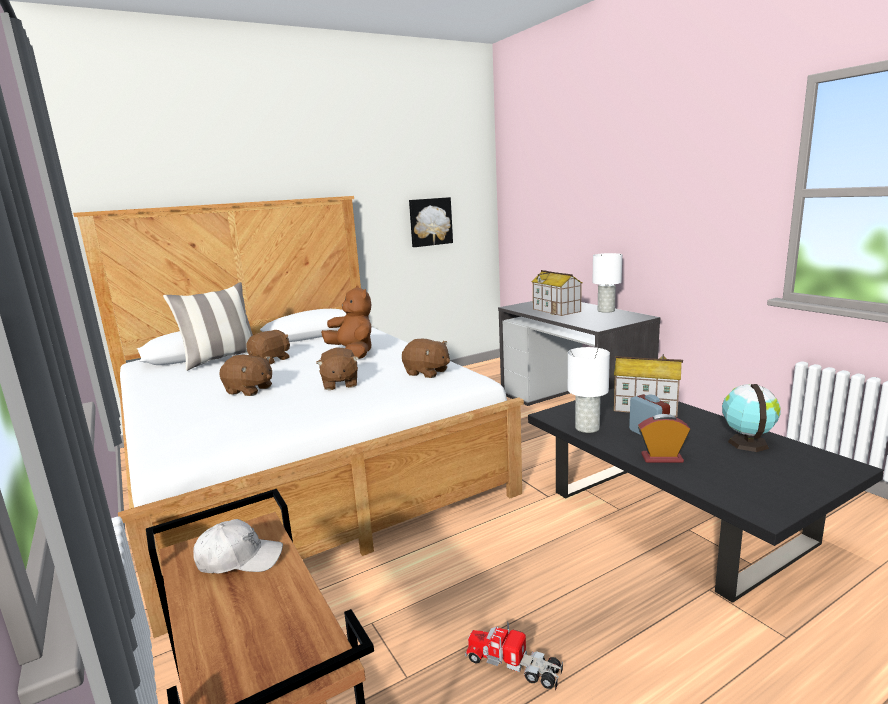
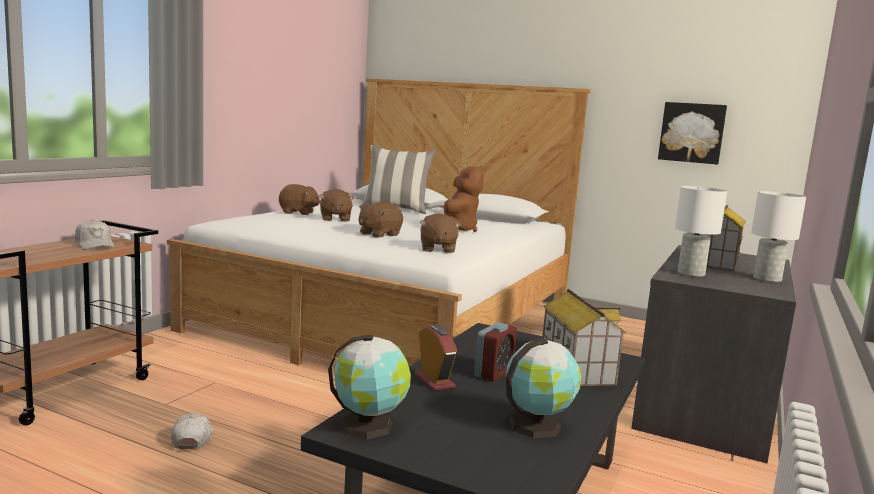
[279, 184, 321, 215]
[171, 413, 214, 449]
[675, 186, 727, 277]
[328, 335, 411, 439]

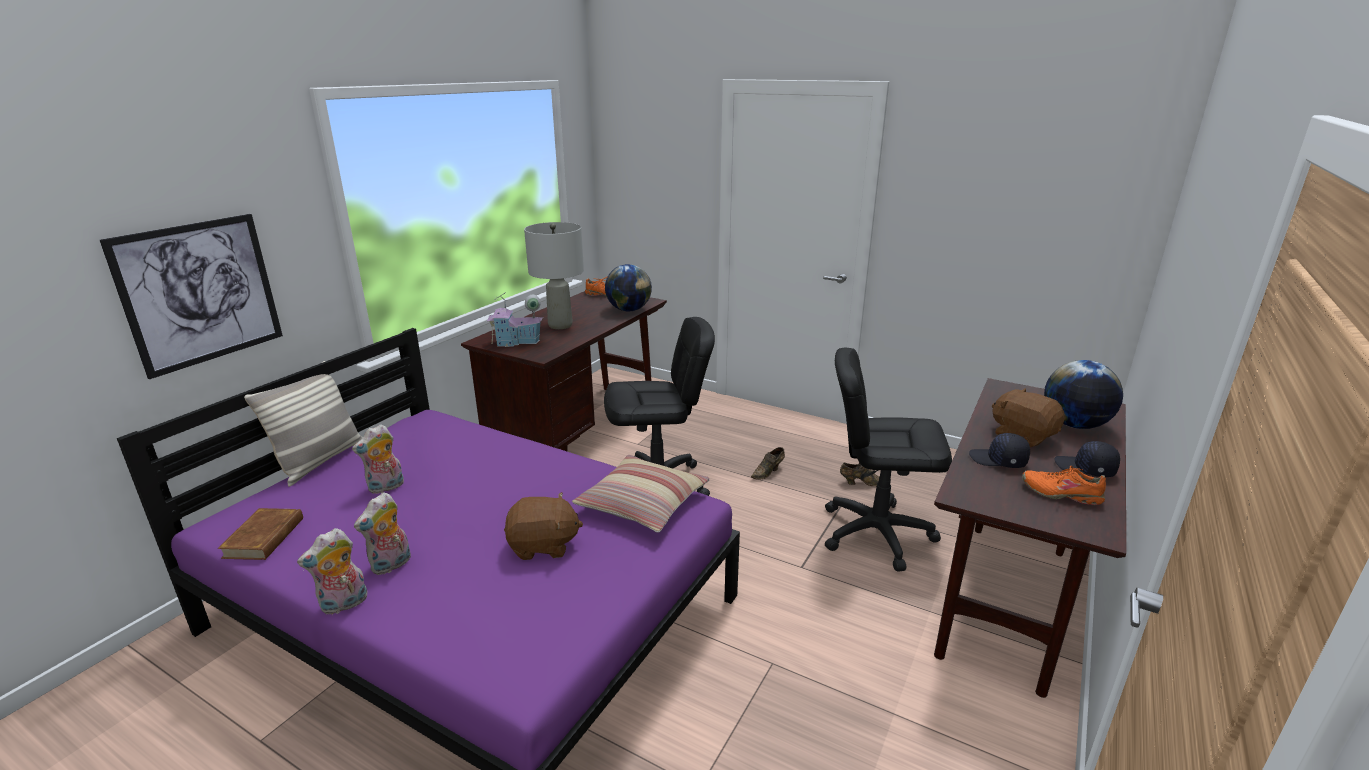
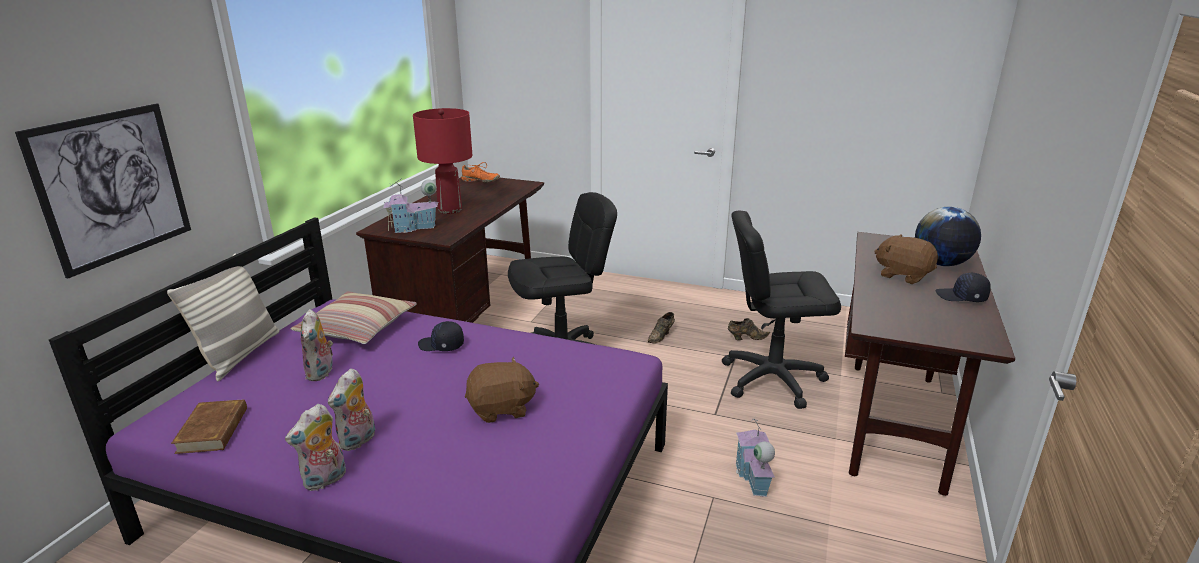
[301, 309, 333, 381]
[413, 108, 472, 214]
[291, 291, 417, 344]
[605, 264, 652, 311] (first image)
[418, 321, 464, 351]
[1022, 466, 1106, 505] (first image)
[736, 417, 775, 497]

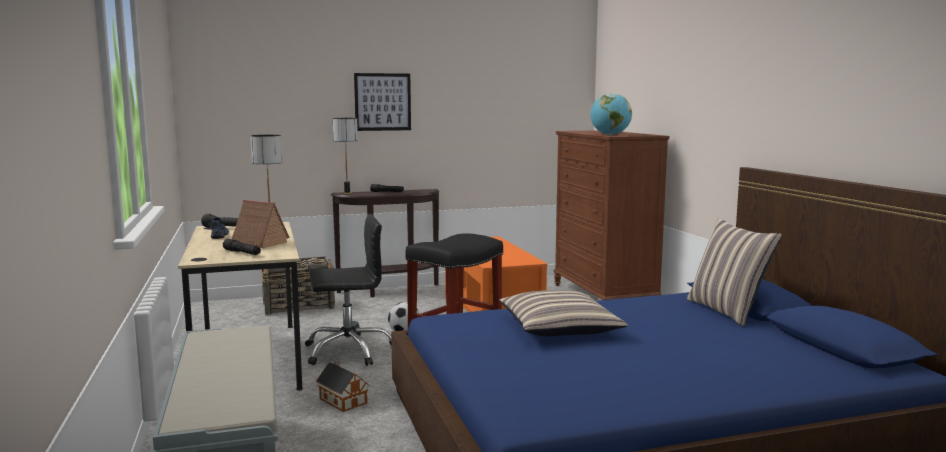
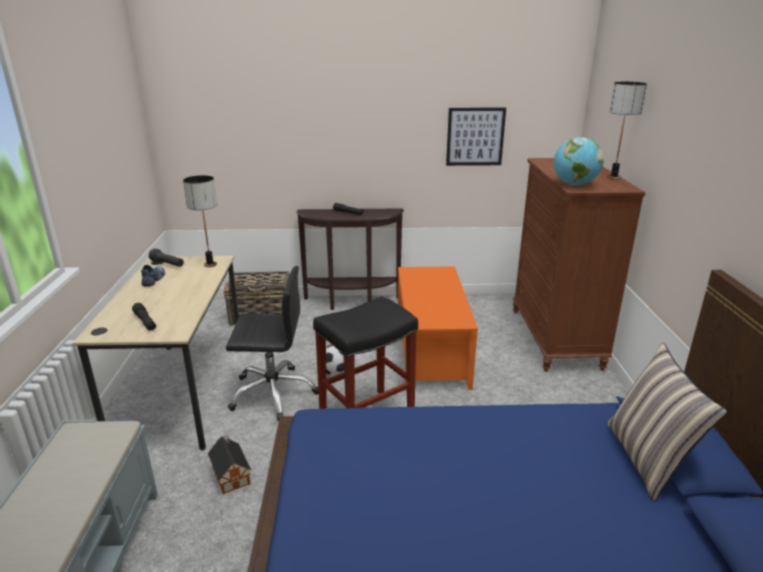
[232, 200, 290, 248] (first image)
[607, 82, 647, 179]
[446, 108, 506, 166]
[500, 290, 628, 336] (first image)

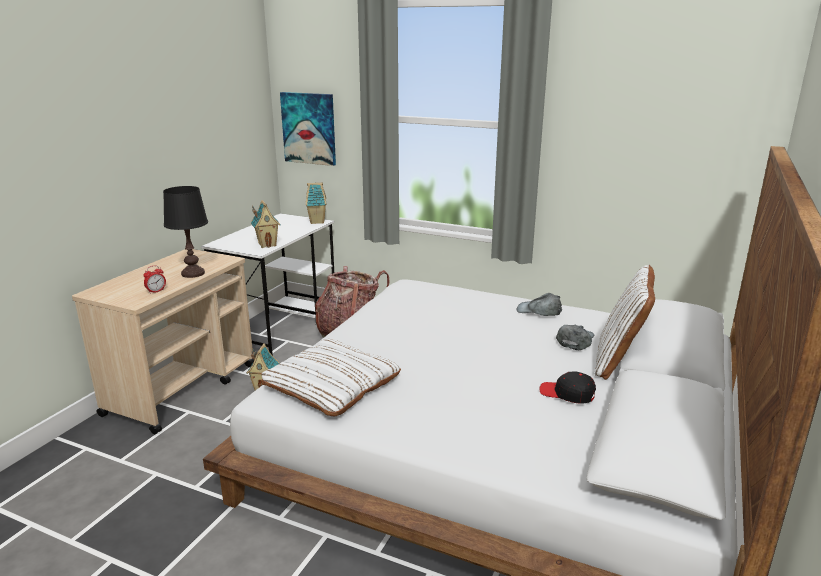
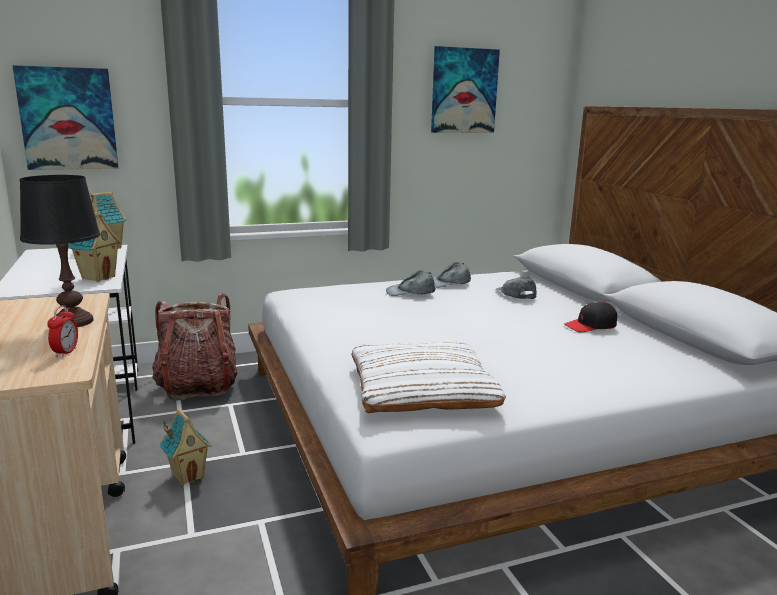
[595, 265, 655, 380] (first image)
[386, 270, 435, 296]
[431, 46, 500, 133]

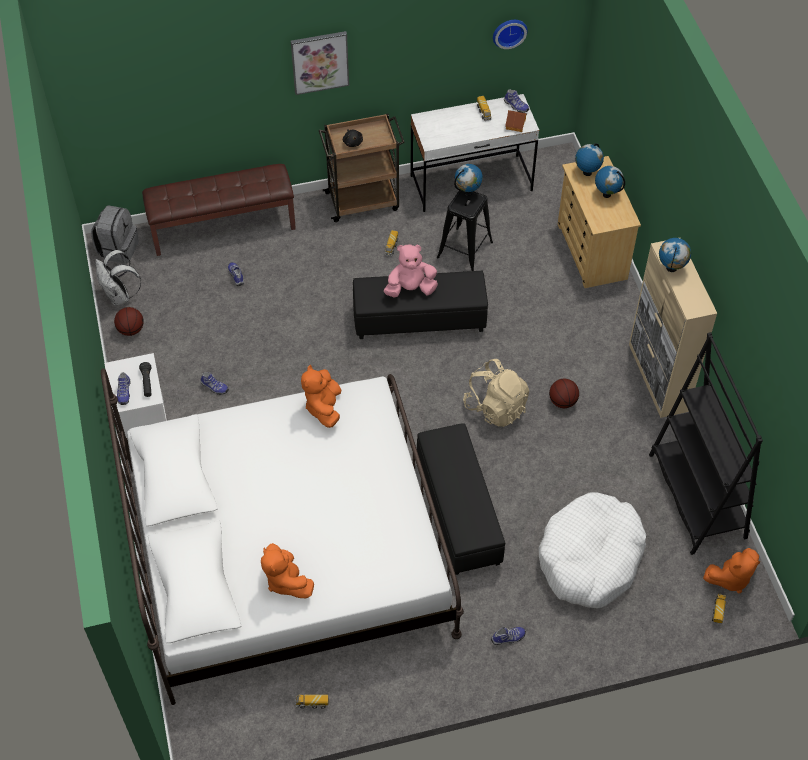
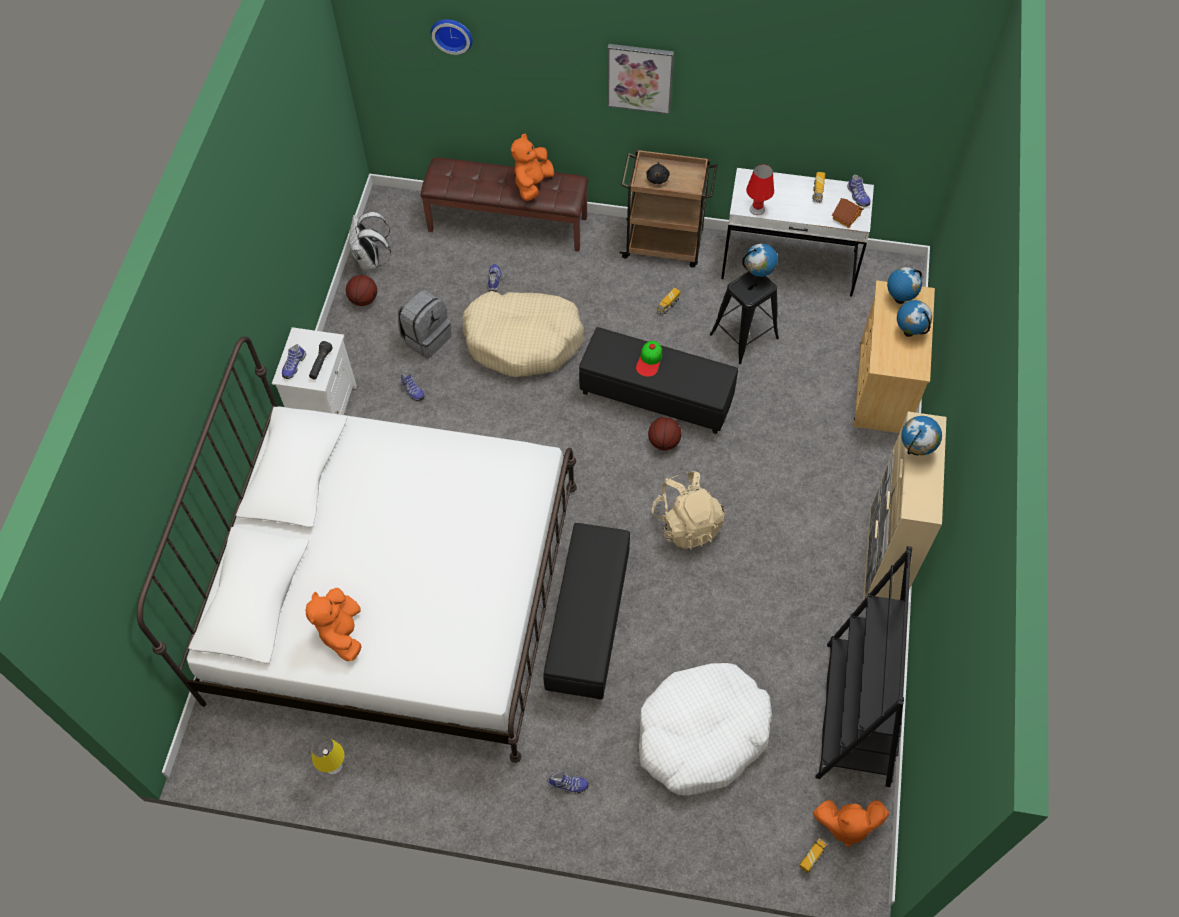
[398, 290, 452, 359]
[311, 736, 344, 775]
[511, 134, 554, 201]
[636, 341, 662, 377]
[431, 19, 473, 55]
[648, 417, 682, 450]
[463, 291, 584, 377]
[746, 164, 774, 215]

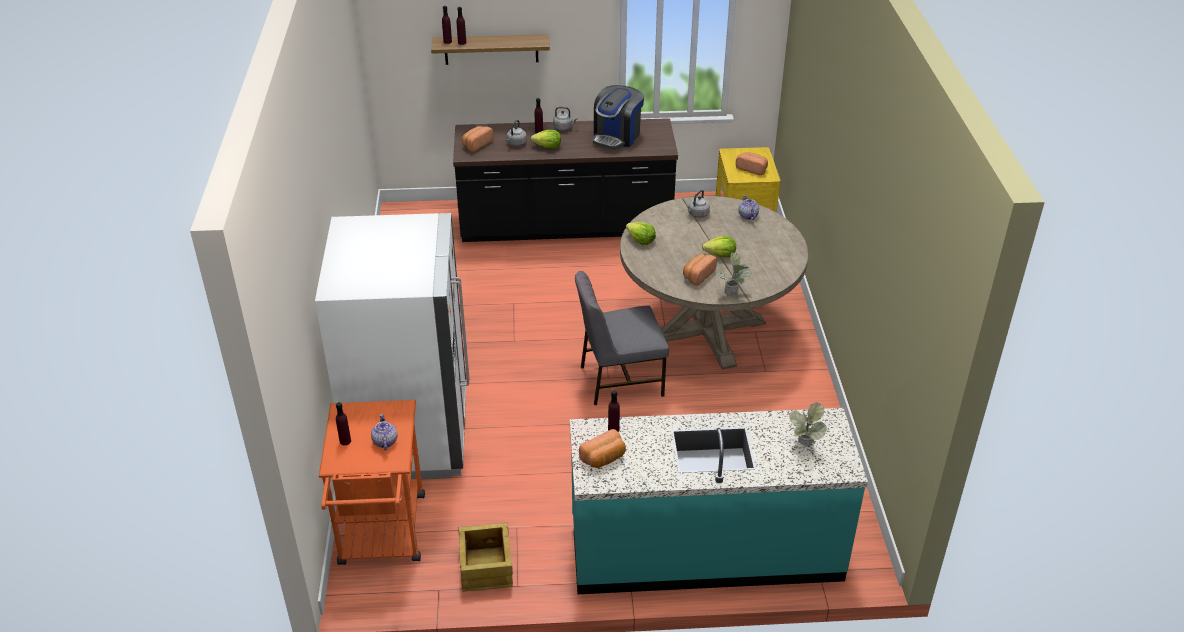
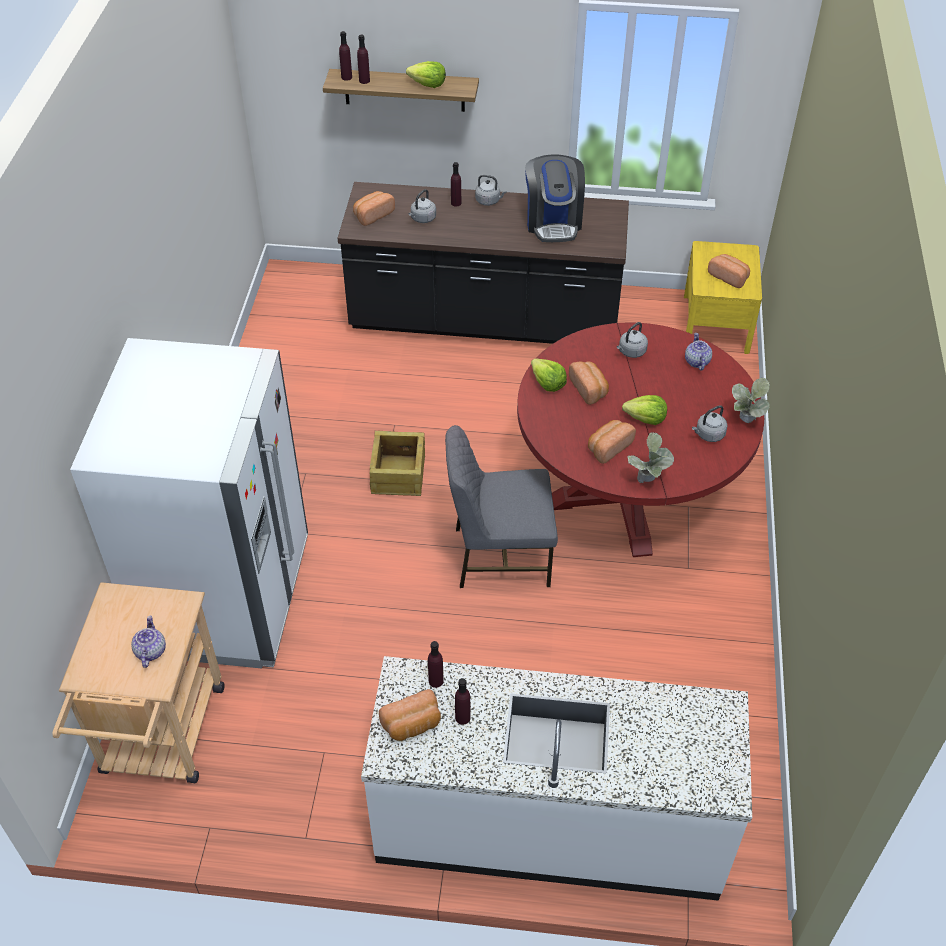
[52, 582, 224, 783]
[455, 678, 470, 725]
[370, 431, 425, 496]
[406, 61, 446, 88]
[361, 656, 752, 901]
[525, 154, 585, 242]
[517, 323, 764, 557]
[732, 378, 770, 423]
[569, 361, 609, 405]
[692, 405, 727, 442]

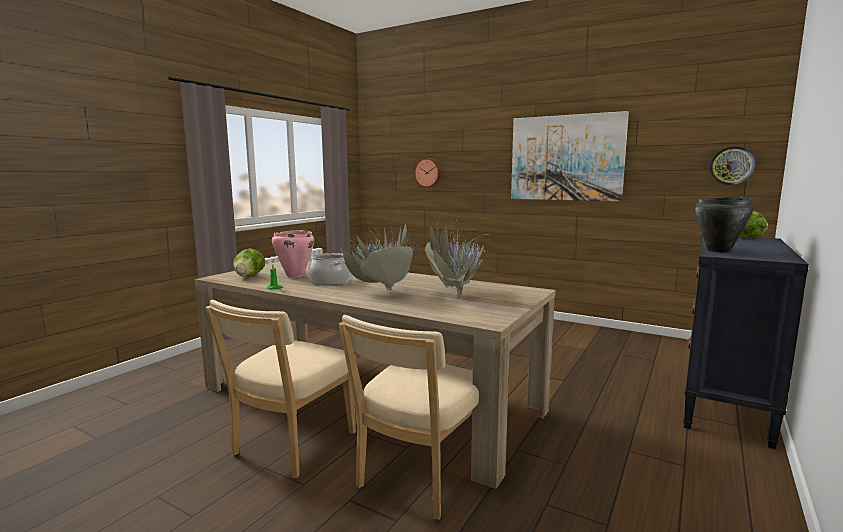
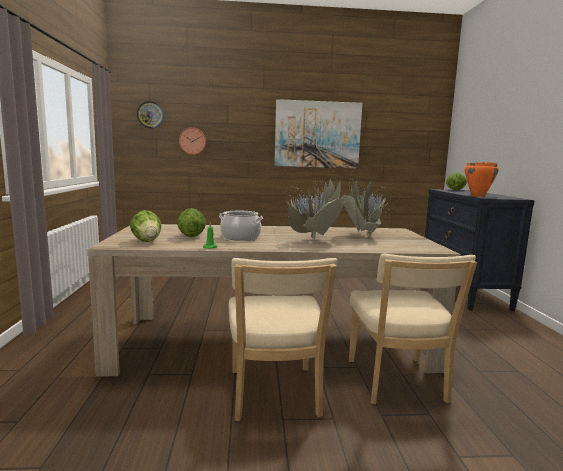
[177, 208, 206, 237]
[465, 162, 499, 197]
[137, 101, 164, 129]

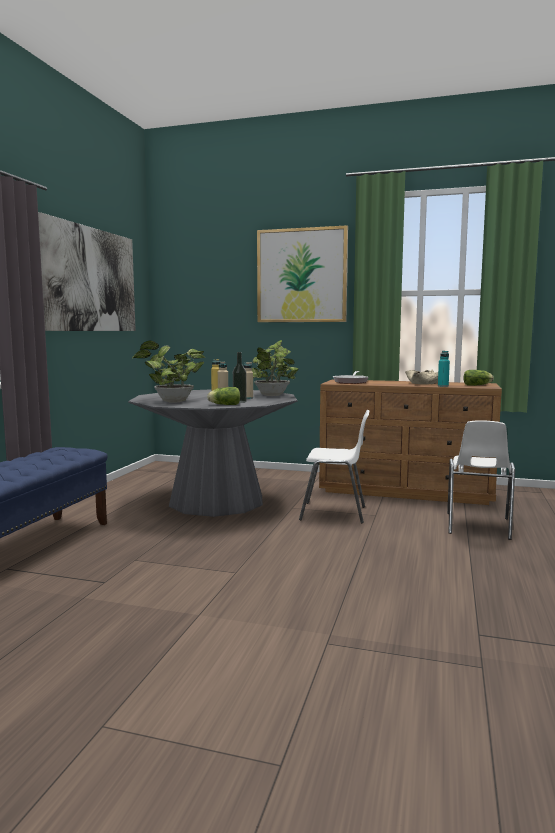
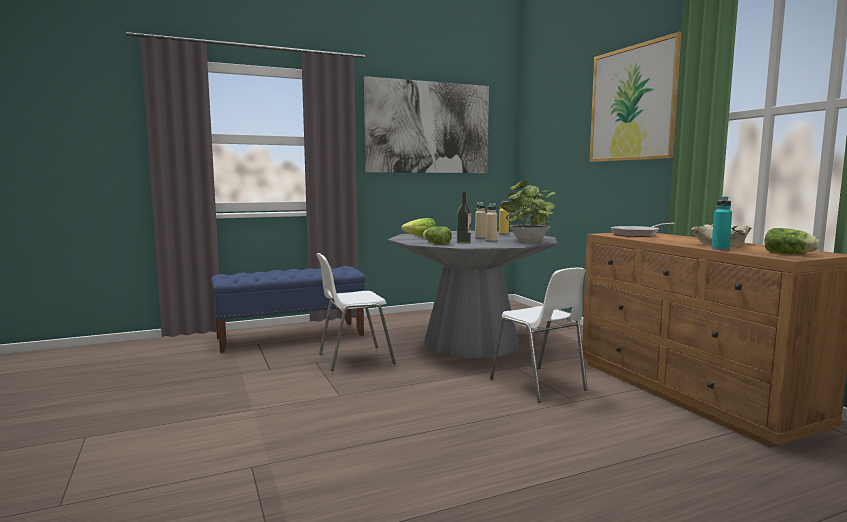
[401, 218, 436, 237]
[316, 253, 396, 371]

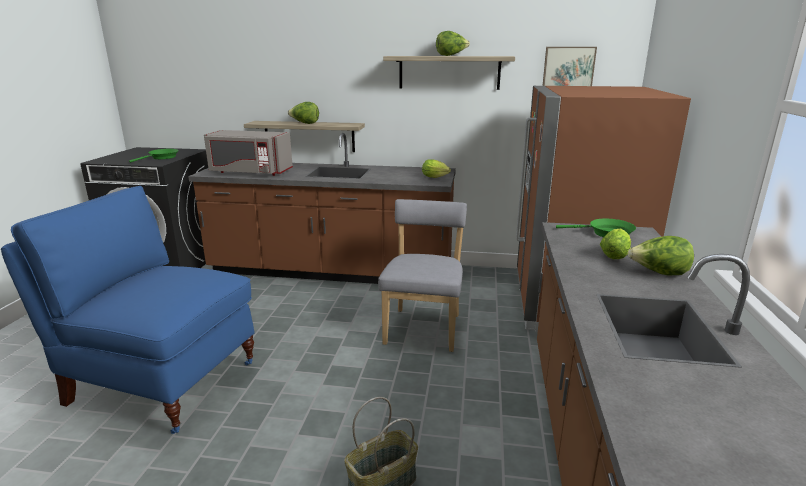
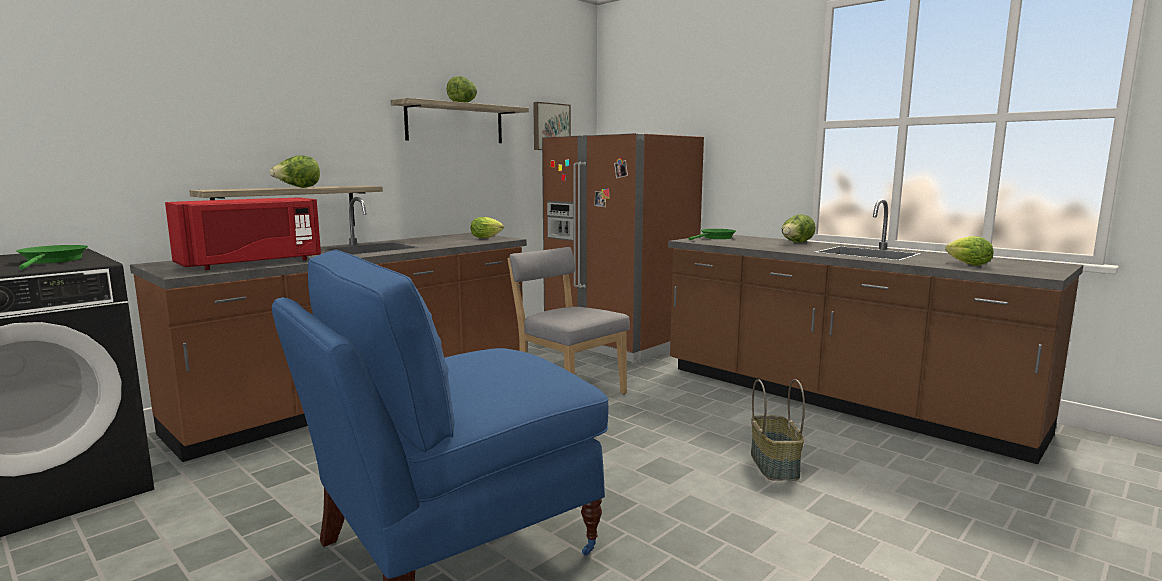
[165, 197, 321, 270]
[945, 236, 994, 266]

